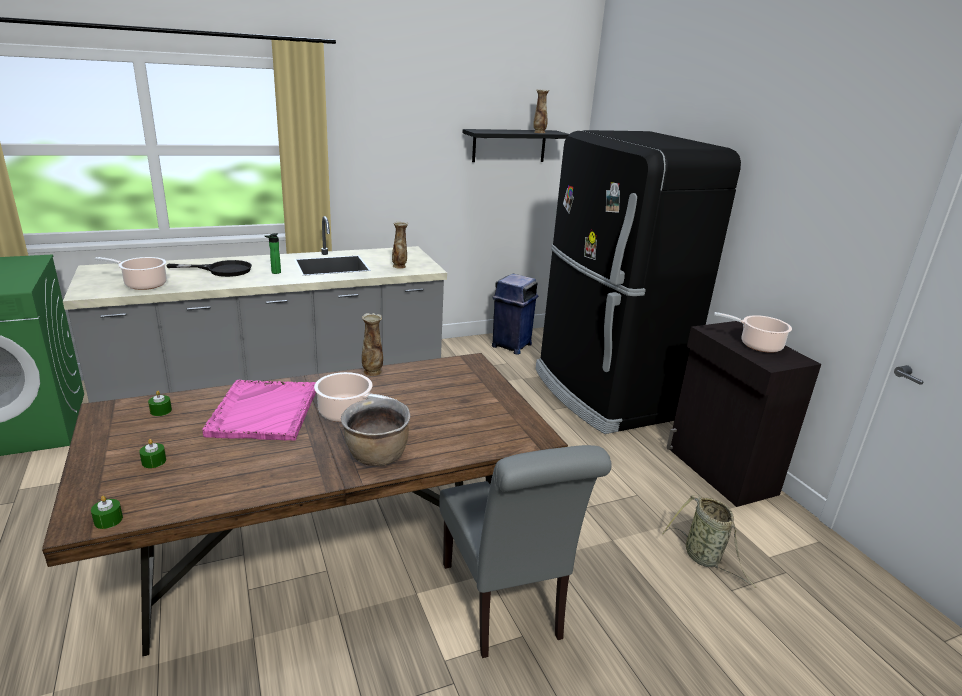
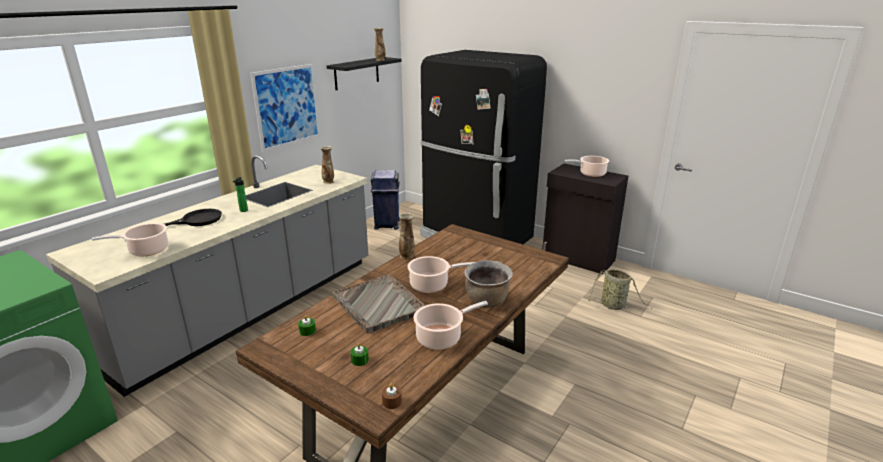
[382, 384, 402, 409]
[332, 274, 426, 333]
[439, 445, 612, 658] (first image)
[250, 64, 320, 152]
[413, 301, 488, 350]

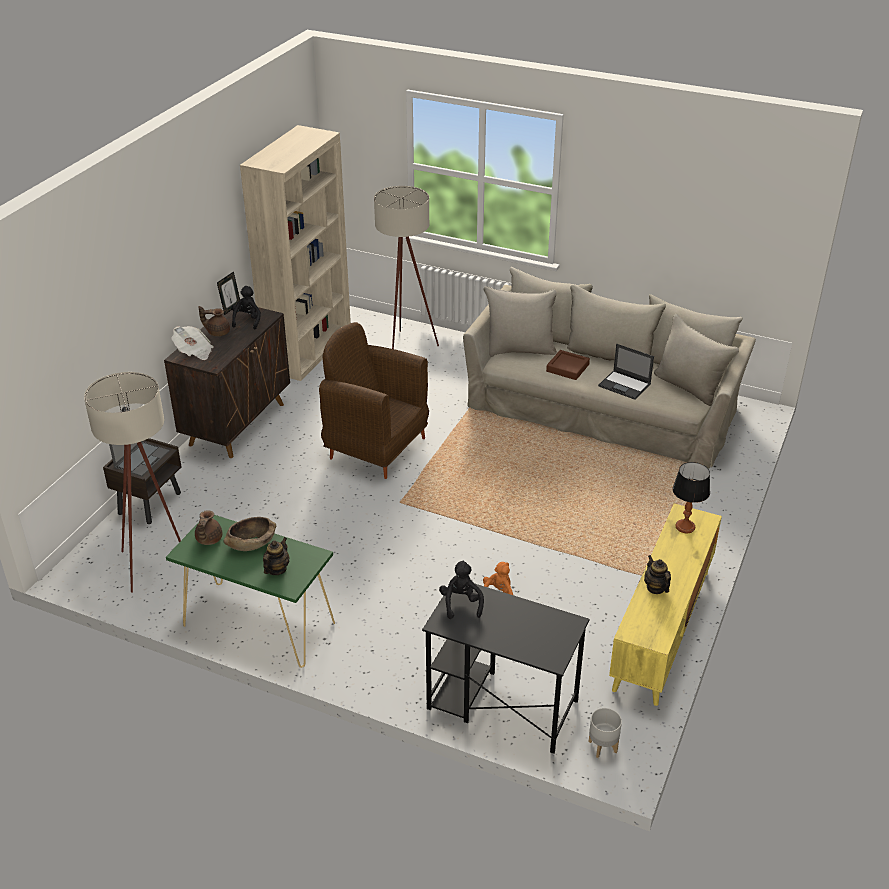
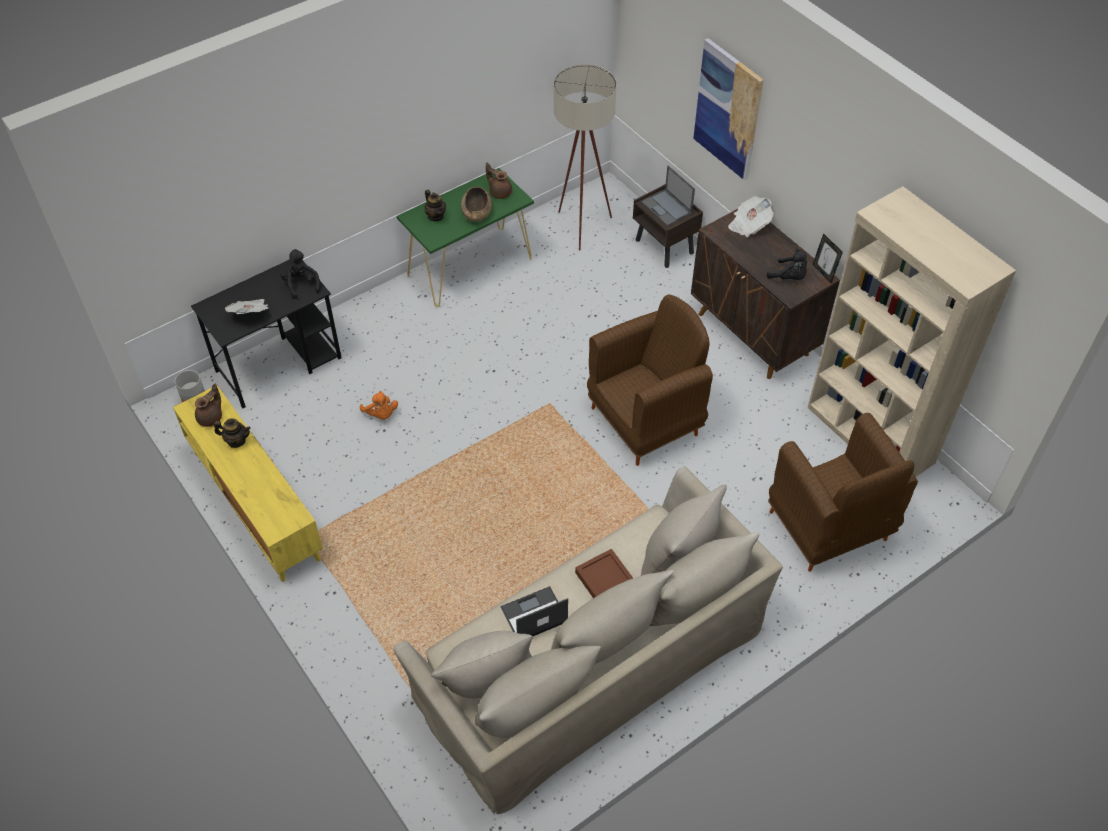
[195, 383, 222, 427]
[768, 413, 918, 572]
[281, 249, 320, 299]
[672, 462, 710, 533] (first image)
[225, 299, 269, 314]
[693, 38, 764, 180]

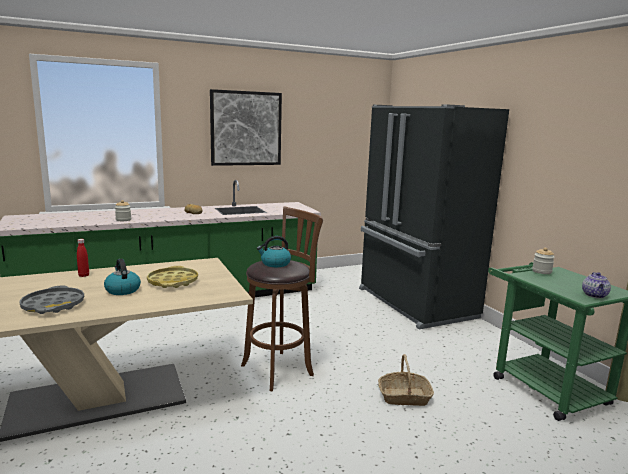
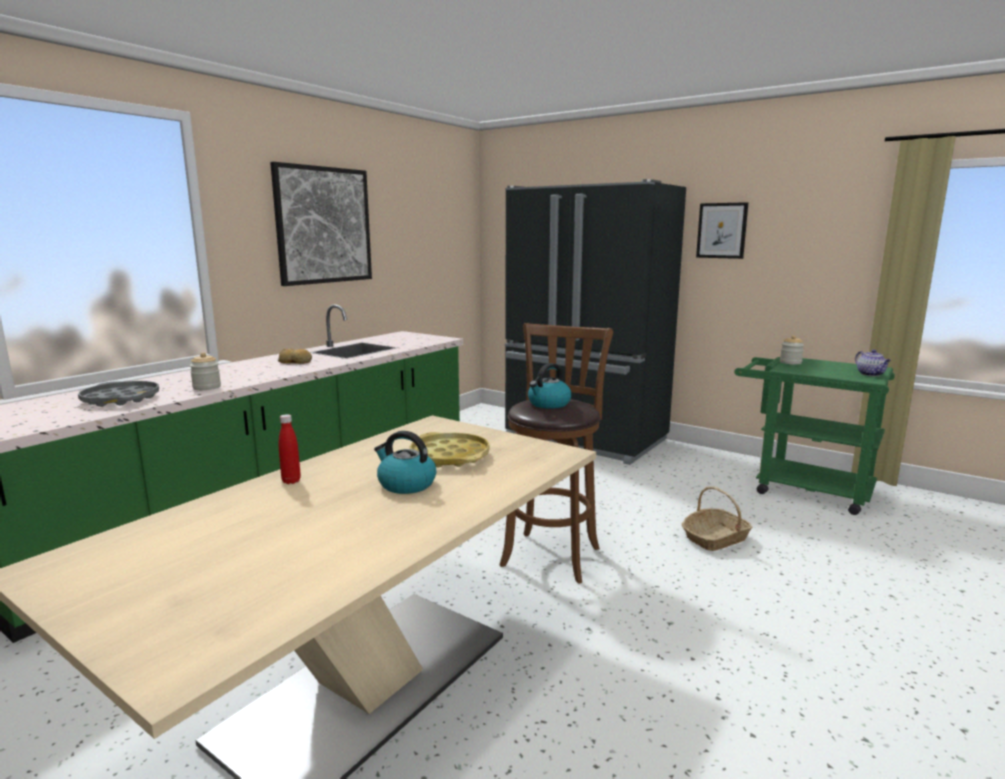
[78, 381, 159, 407]
[696, 202, 748, 259]

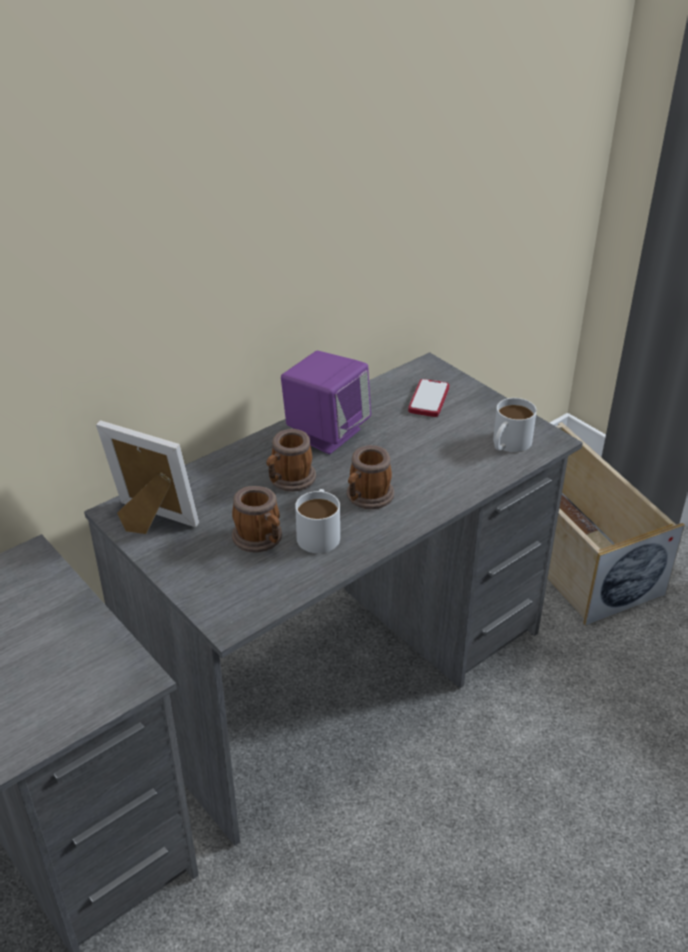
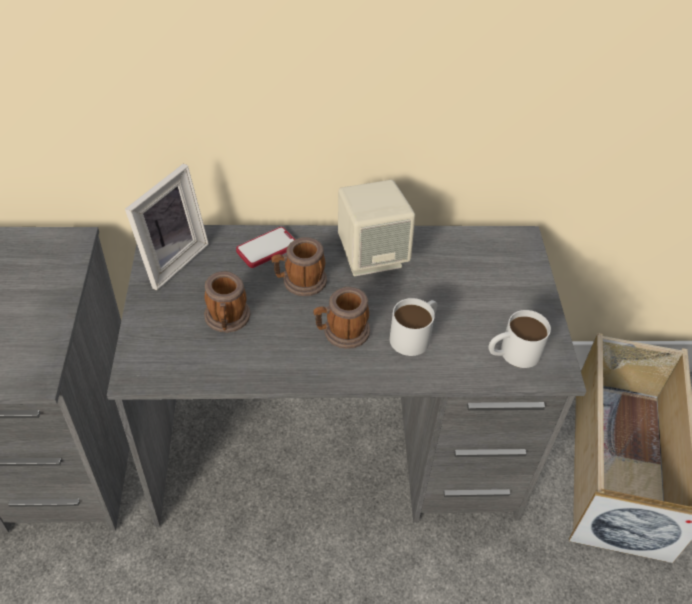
[125, 164, 209, 290]
[338, 180, 415, 276]
[389, 298, 437, 356]
[236, 227, 295, 268]

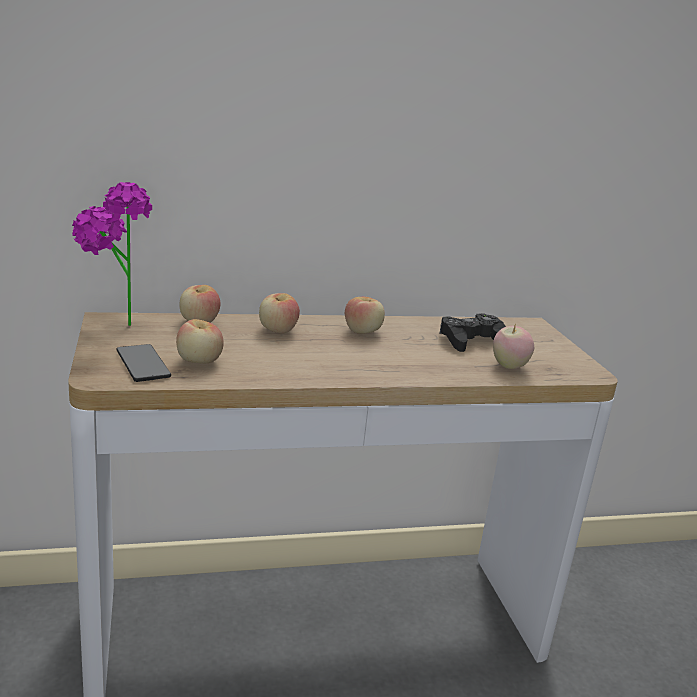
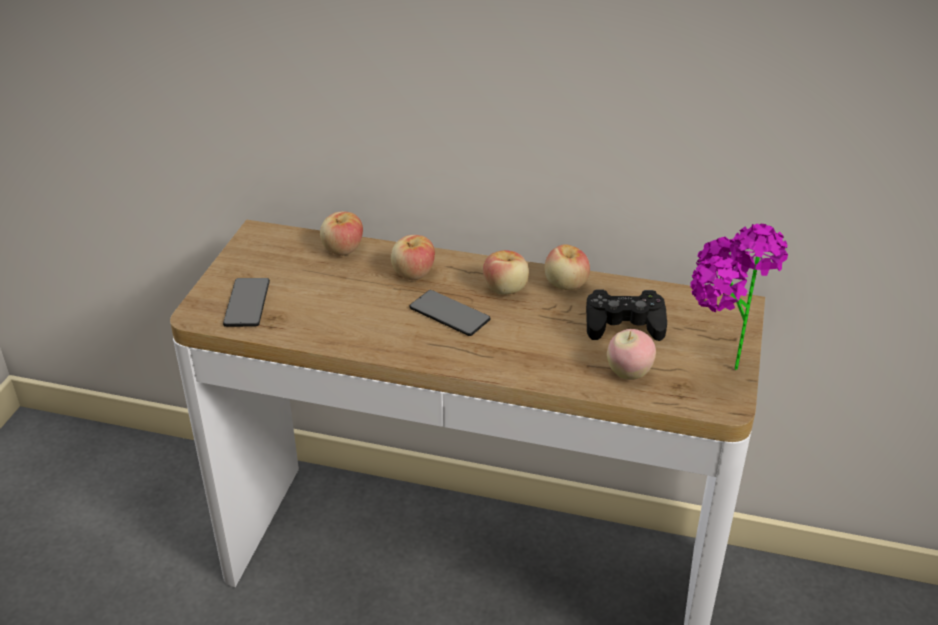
[690, 223, 788, 370]
[545, 244, 590, 290]
[409, 290, 491, 336]

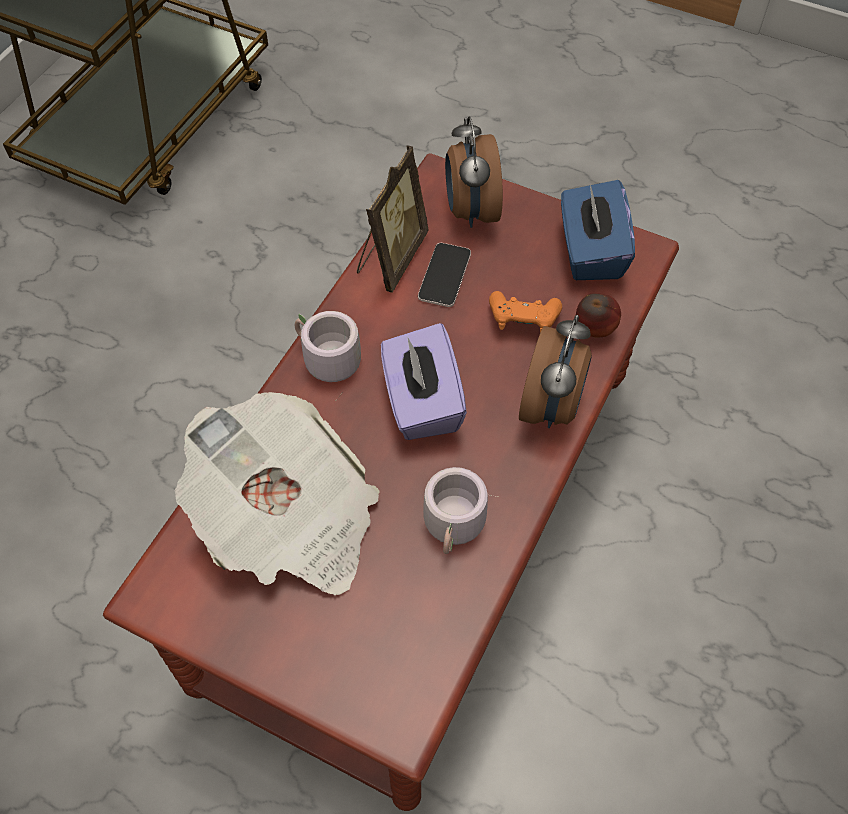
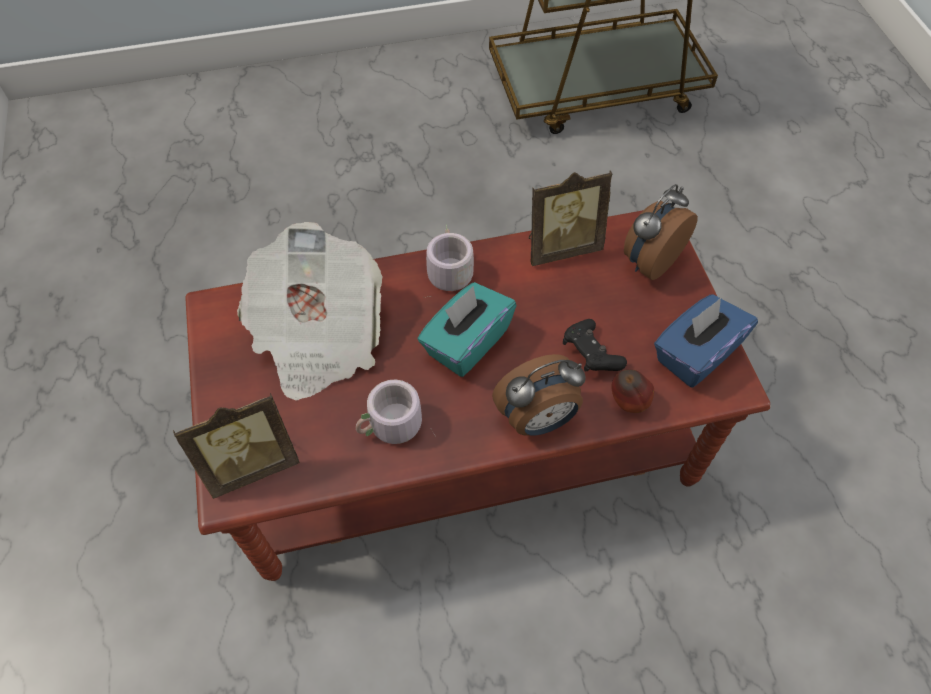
[418, 282, 517, 377]
[418, 243, 471, 307] (first image)
[563, 319, 627, 372]
[173, 393, 300, 499]

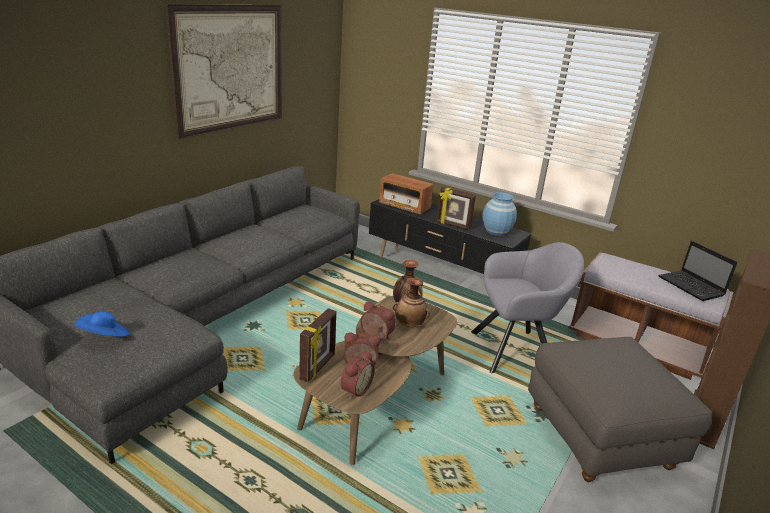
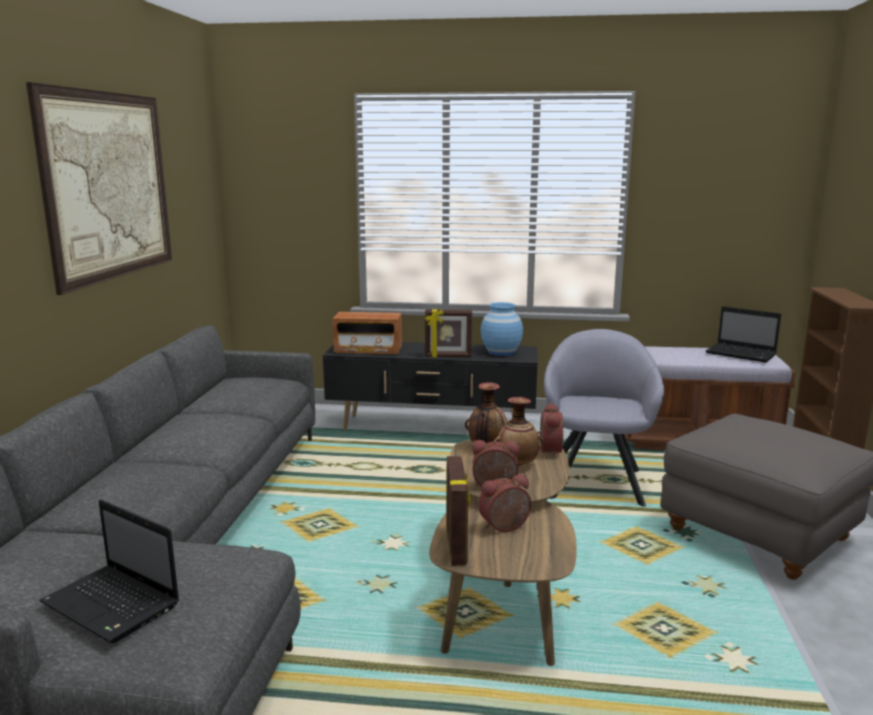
[39, 500, 179, 643]
[537, 403, 563, 458]
[544, 329, 664, 507]

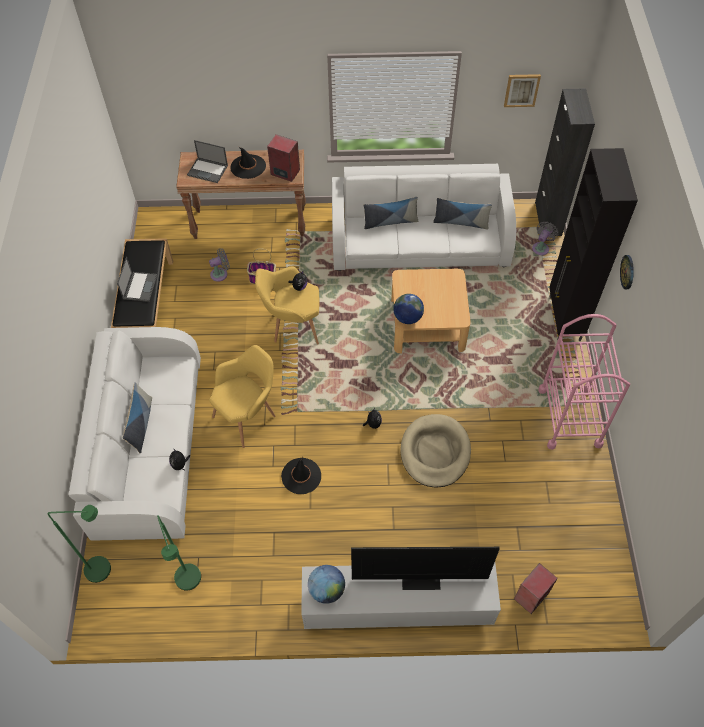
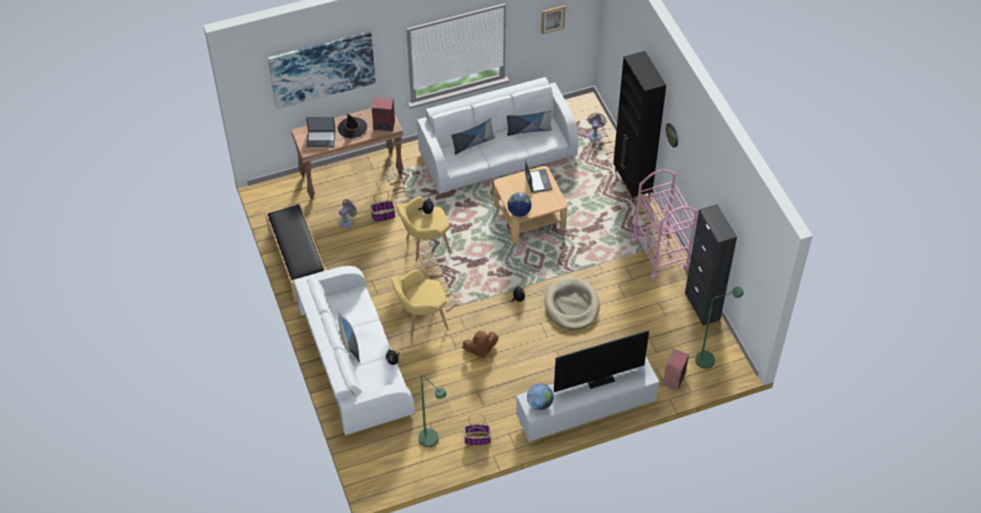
[695, 287, 744, 369]
[525, 160, 552, 193]
[391, 269, 448, 336]
[462, 331, 499, 358]
[685, 204, 737, 325]
[268, 31, 376, 109]
[464, 414, 491, 445]

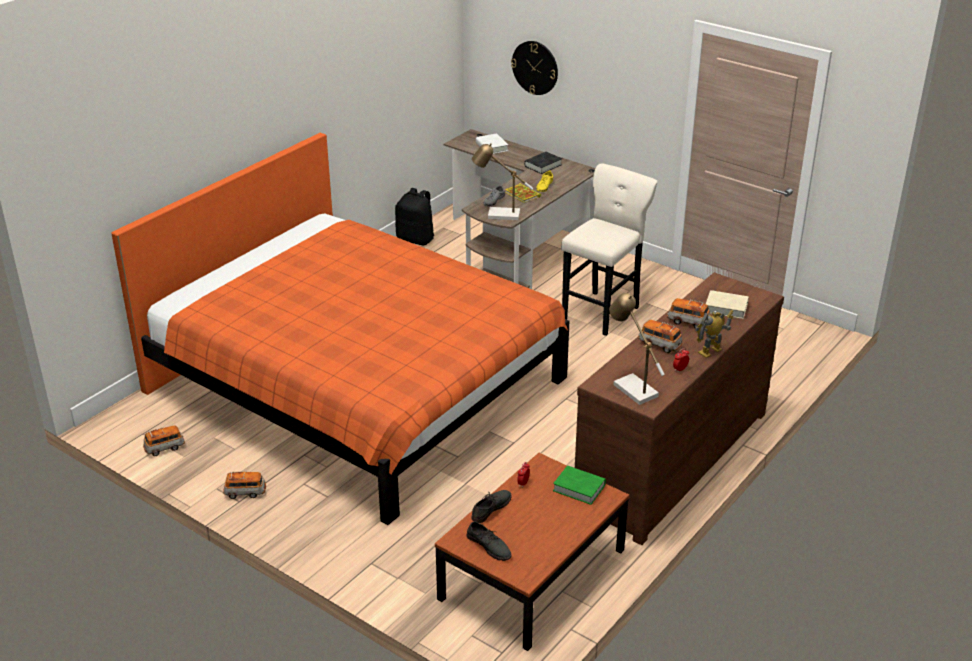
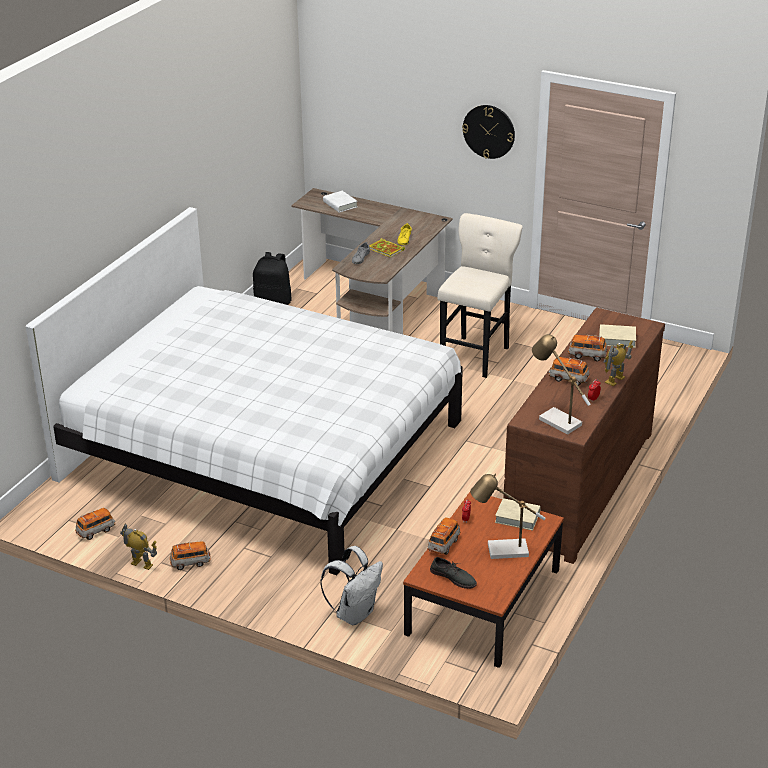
[26, 207, 463, 575]
[428, 518, 460, 555]
[470, 474, 546, 559]
[462, 105, 515, 159]
[524, 152, 562, 174] (first image)
[495, 498, 541, 531]
[120, 524, 157, 570]
[320, 546, 383, 625]

